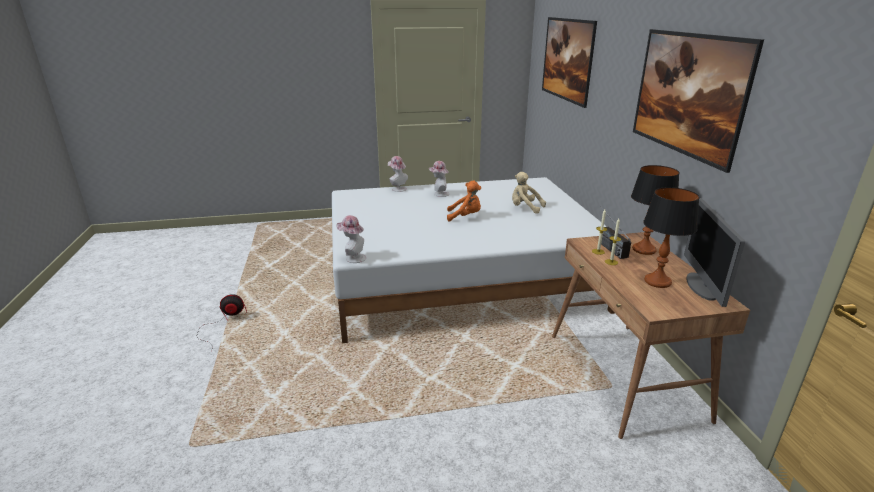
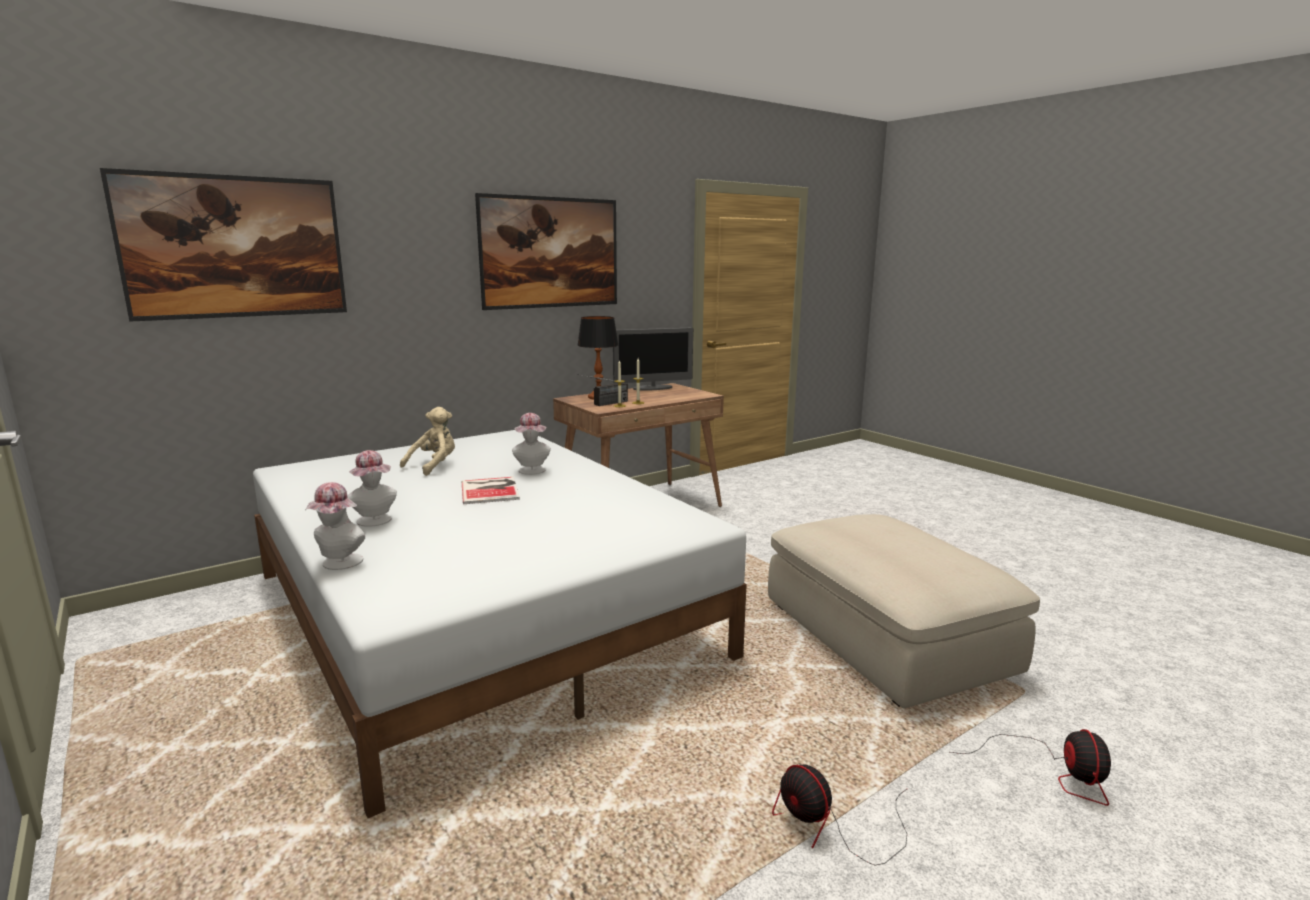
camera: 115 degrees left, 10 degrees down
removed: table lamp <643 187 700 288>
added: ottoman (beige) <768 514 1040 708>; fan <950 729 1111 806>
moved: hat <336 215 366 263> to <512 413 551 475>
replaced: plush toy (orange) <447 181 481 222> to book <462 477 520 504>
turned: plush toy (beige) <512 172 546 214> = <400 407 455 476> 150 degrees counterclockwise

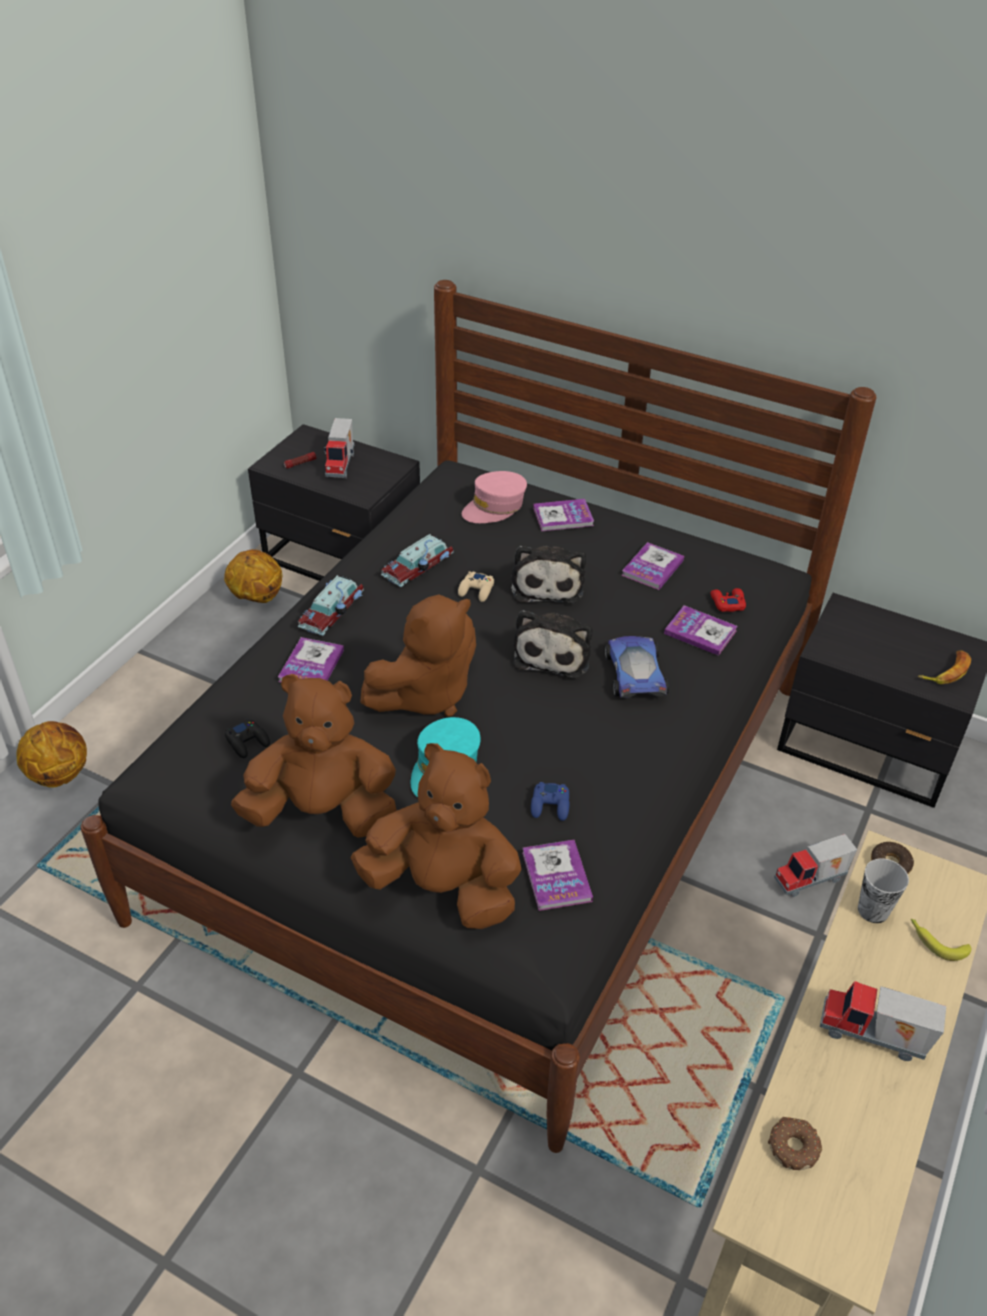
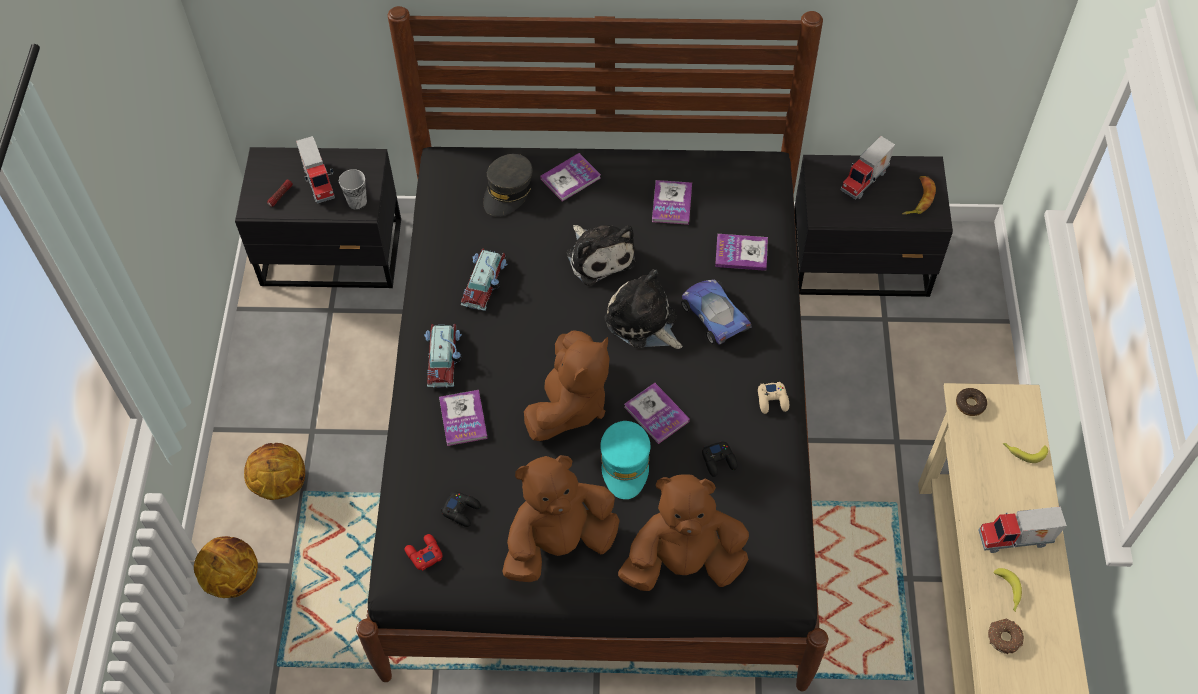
camera: 25 degrees left, 15 degrees up
added: banana <993 568 1022 612>
moved: basketball <224 549 282 603> to <244 443 305 500>; game controller (beige) <458 571 494 602> to <758 382 789 414>; book <522 840 593 911> to <624 383 690 444>; game controller (red) <711 588 746 612> to <405 534 443 571>; toy truck <774 834 857 897> to <841 136 895 200>; cup <858 858 909 923> to <339 169 367 210>
recoloured: cap (pink) <462 471 527 523> to cap (grey) <483 154 533 217>; game controller (blue) <531 782 570 821> to game controller (black) <702 441 737 477>
turned: plush toy <513 610 592 679> = <605 269 682 349> 150 degrees clockwise

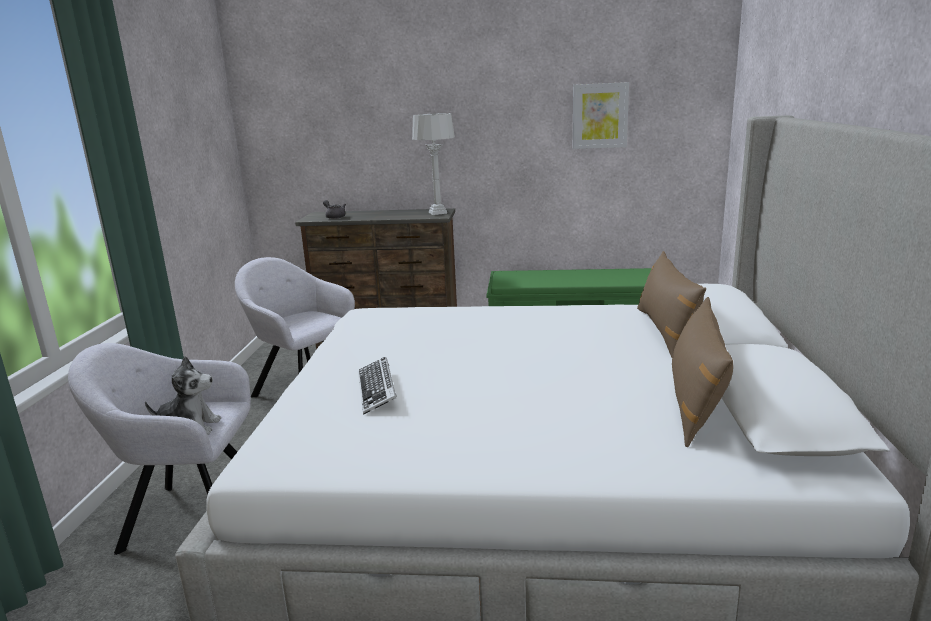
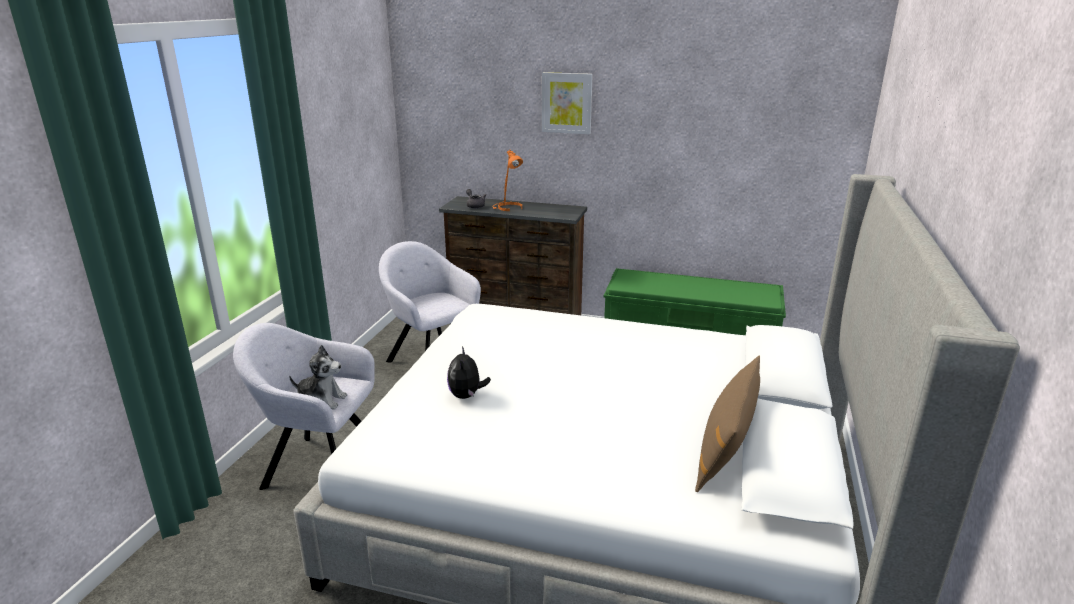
camera: 10 degrees right, 5 degrees up
removed: table lamp (grey) <412 113 455 215>; pillow (brown) <637 251 706 358>
added: table lamp (orange) <493 150 523 211>
moved: picture <573 82 629 149> to <542 72 593 134>
replaced: keyboard <358 357 397 415> to plush toy <447 346 491 399>

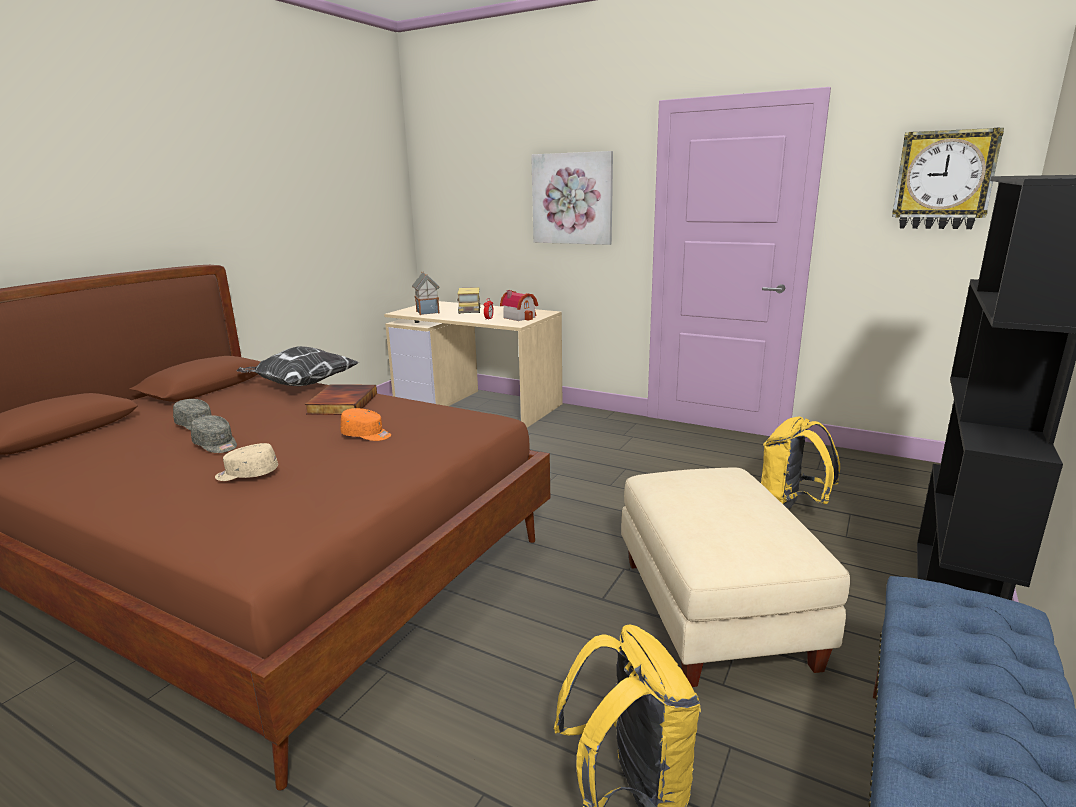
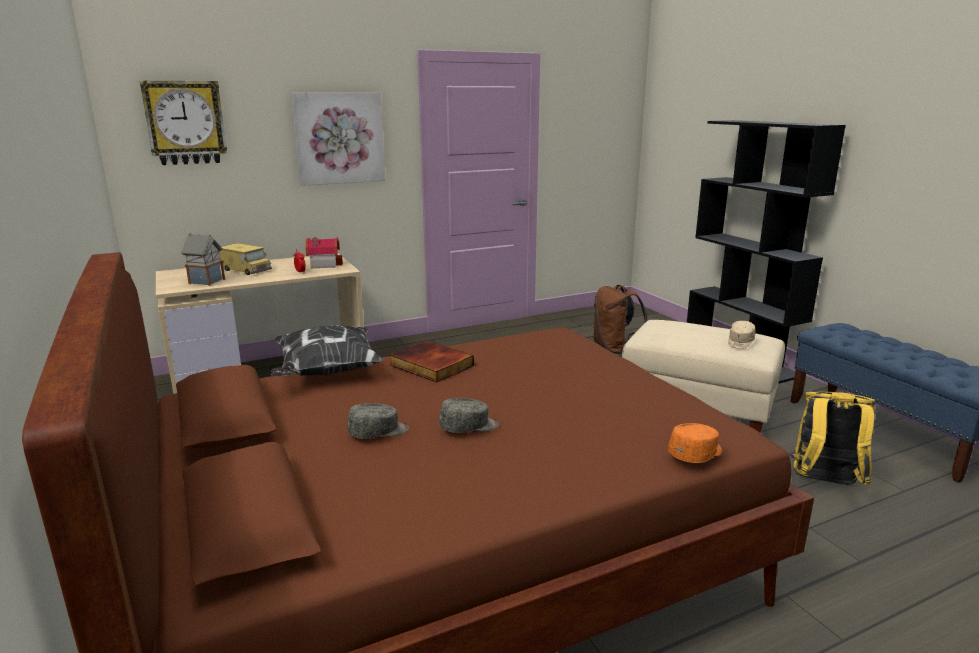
camera: 55 degrees left, 0 degrees up
moved: cap (beige) <215 443 278 481> to <728 321 755 349>; cap (orange) <340 408 391 441> to <668 423 722 463>; wall clock <892 128 1004 229> to <140 80 227 165>
recoloured: backpack (yellow) <761 417 840 510> to backpack (brown) <593 285 647 354>

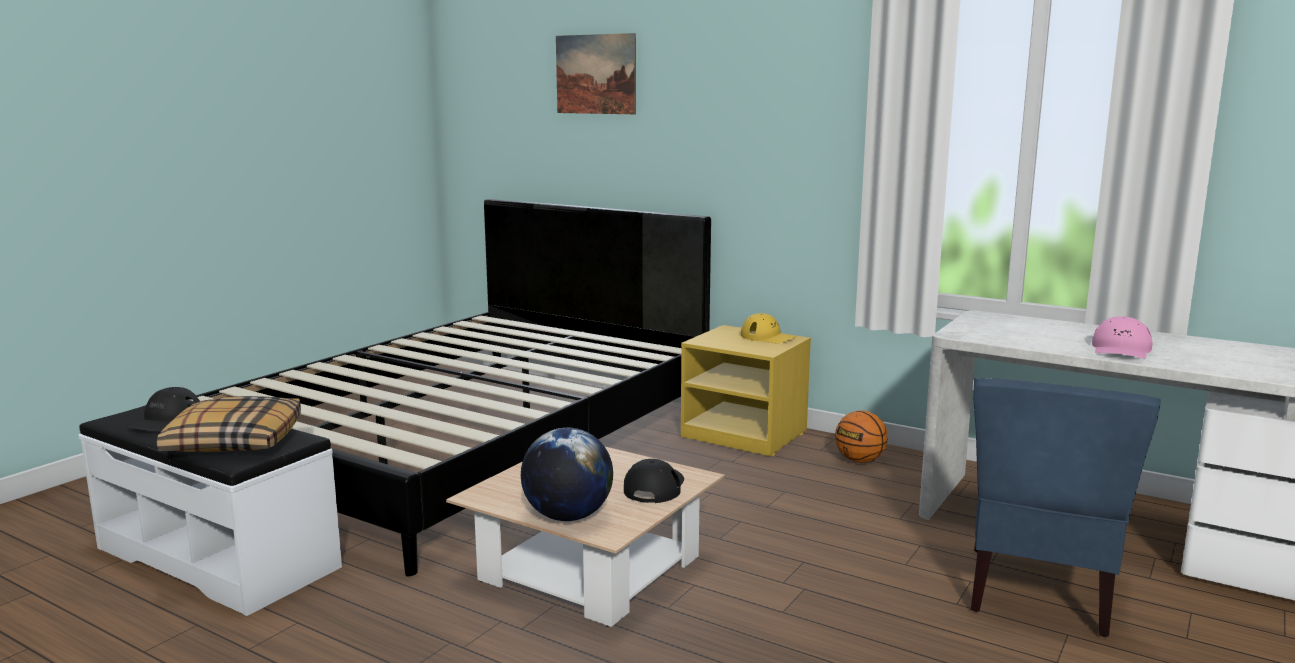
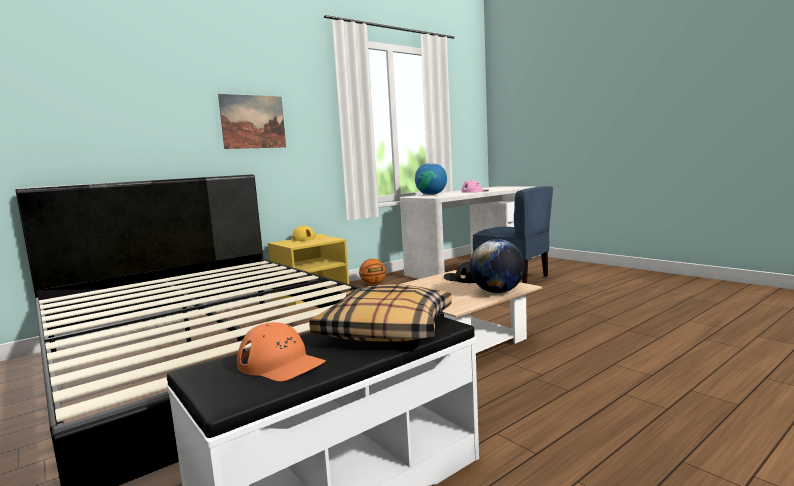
camera: 70 degrees left, 5 degrees down
added: globe <415 163 447 195>
moved: picture <556 33 636 114> to <218 94 286 149>
recoloured: cap (black) <126 387 200 432> to cap (orange) <237 322 326 382>

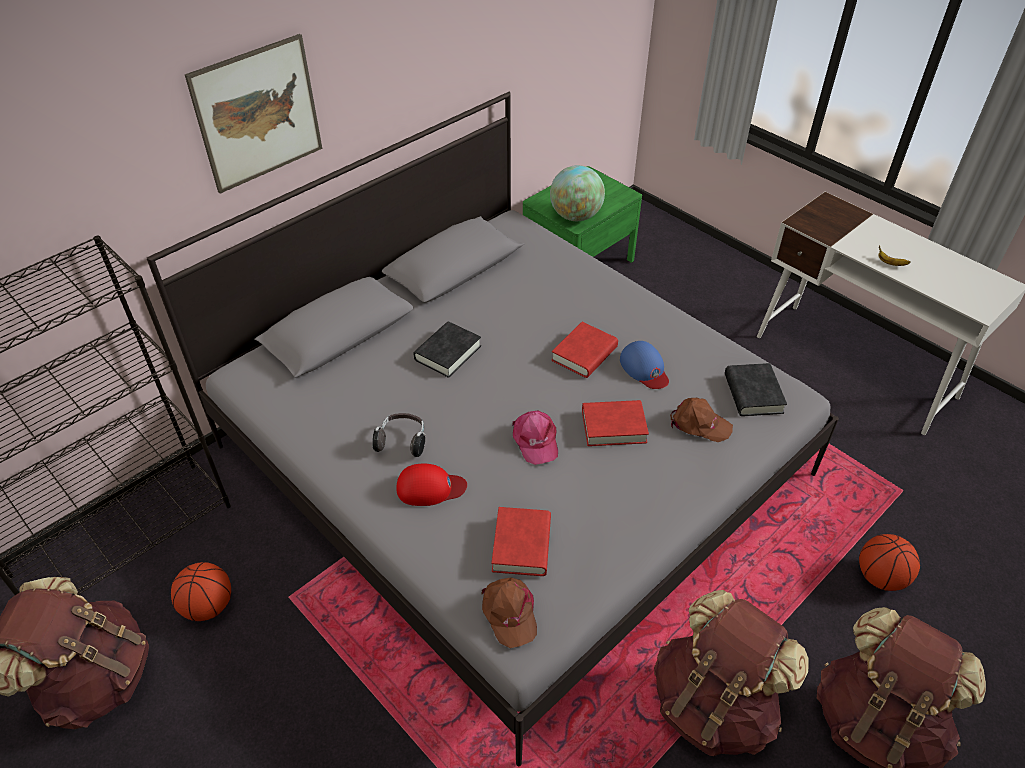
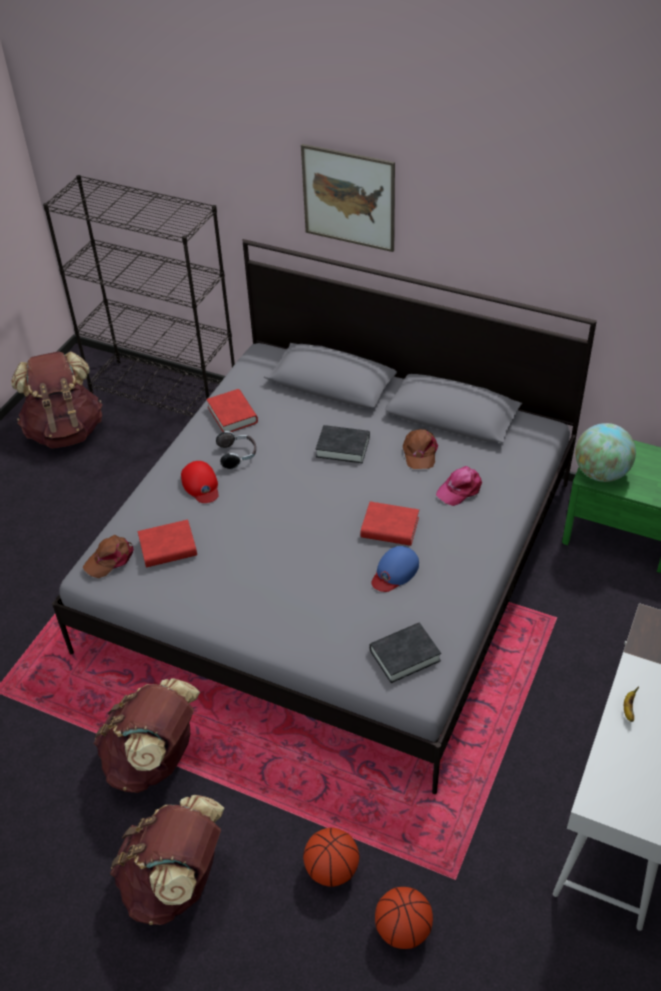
camera: 70 degrees right, 0 degrees up
moved: basketball <171 562 231 621> to <375 887 433 949>; cap (pink) <512 410 558 465> to <436 466 482 506>; book (red) <582 400 649 446> to <207 389 258 432>; cap (brown) <670 398 733 442> to <403 429 438 469>

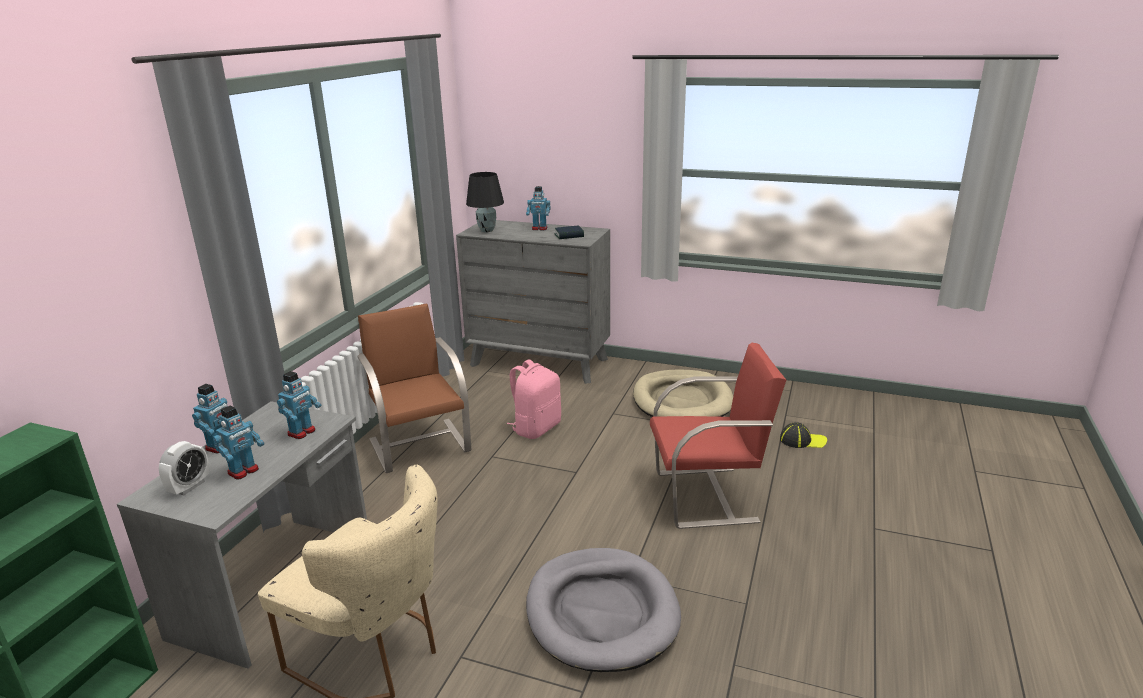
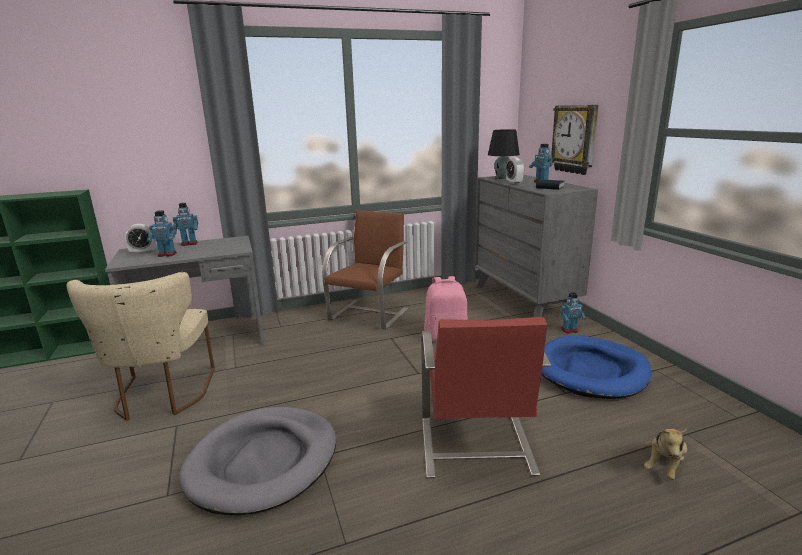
camera: 50 degrees right, 5 degrees down
added: alarm clock <506 158 524 185>; wall clock <551 105 598 175>
moved: toy robot <277 371 322 439> to <560 292 586 333>
replaced: cap <780 422 827 448> to plush toy <644 429 687 480>
recoloured: dog bed (beige) <633 369 733 417> to dog bed (blue) <541 335 652 399>
turned: chair (red) <650 343 786 529> = <421 317 551 478> 45 degrees clockwise

